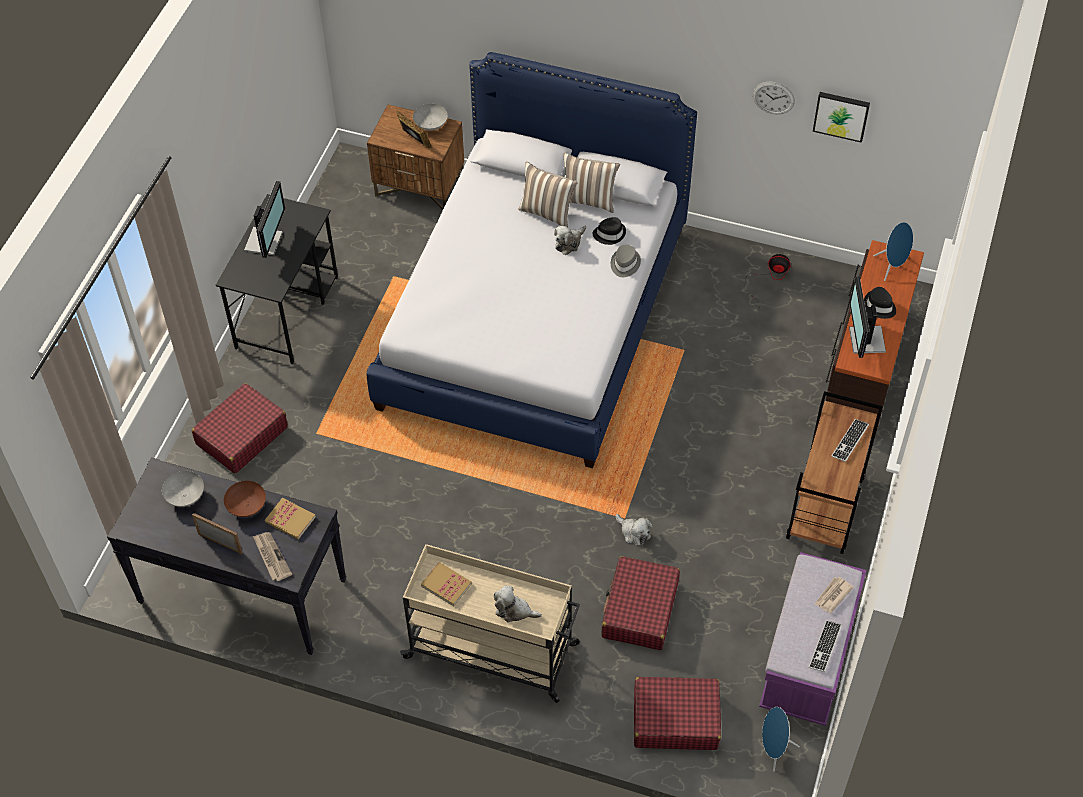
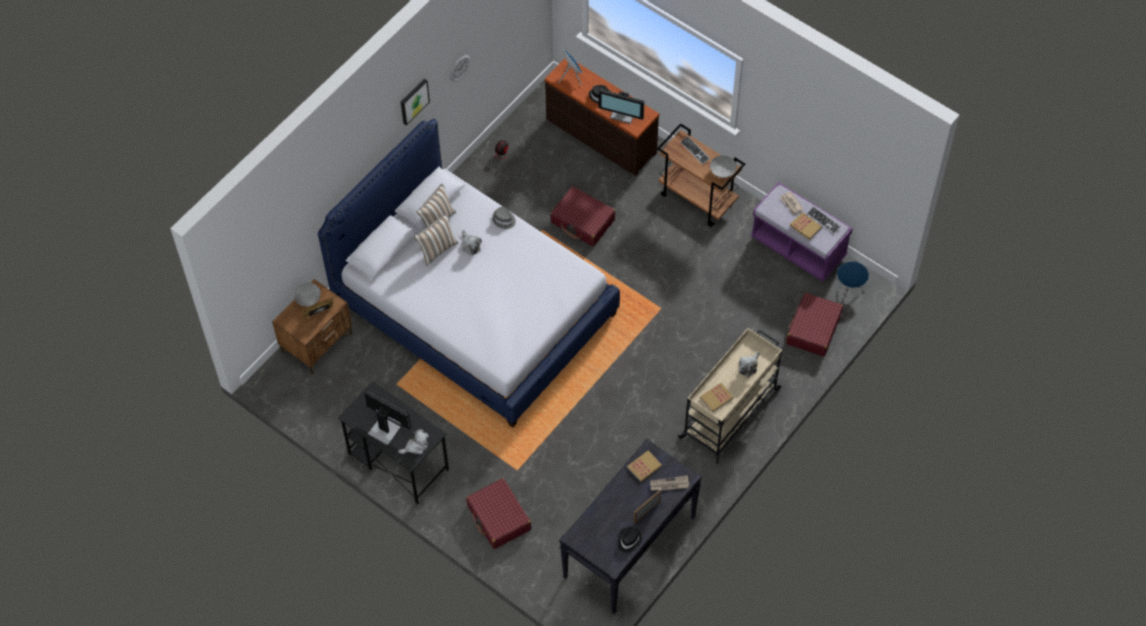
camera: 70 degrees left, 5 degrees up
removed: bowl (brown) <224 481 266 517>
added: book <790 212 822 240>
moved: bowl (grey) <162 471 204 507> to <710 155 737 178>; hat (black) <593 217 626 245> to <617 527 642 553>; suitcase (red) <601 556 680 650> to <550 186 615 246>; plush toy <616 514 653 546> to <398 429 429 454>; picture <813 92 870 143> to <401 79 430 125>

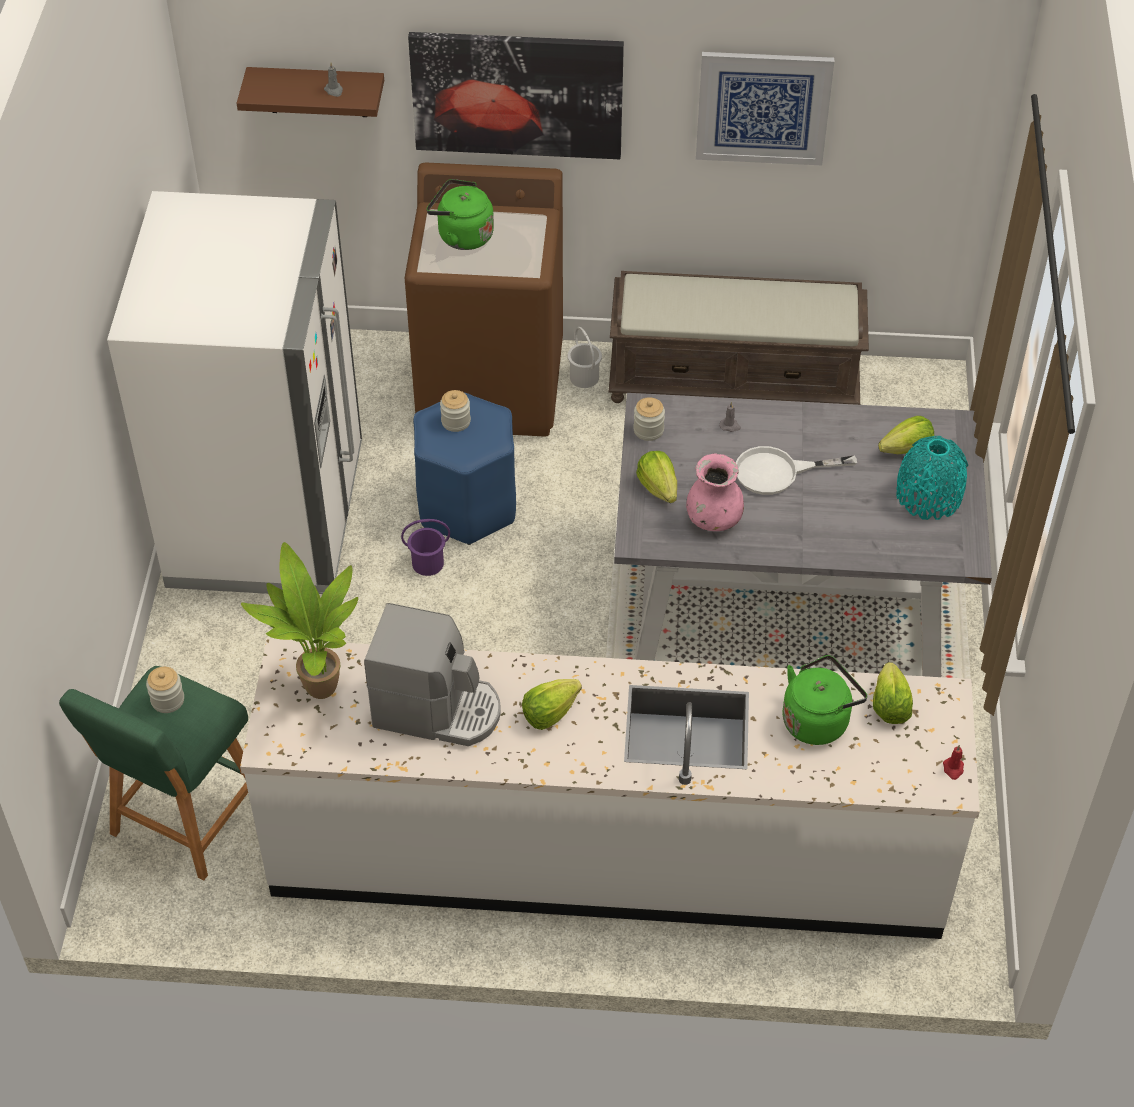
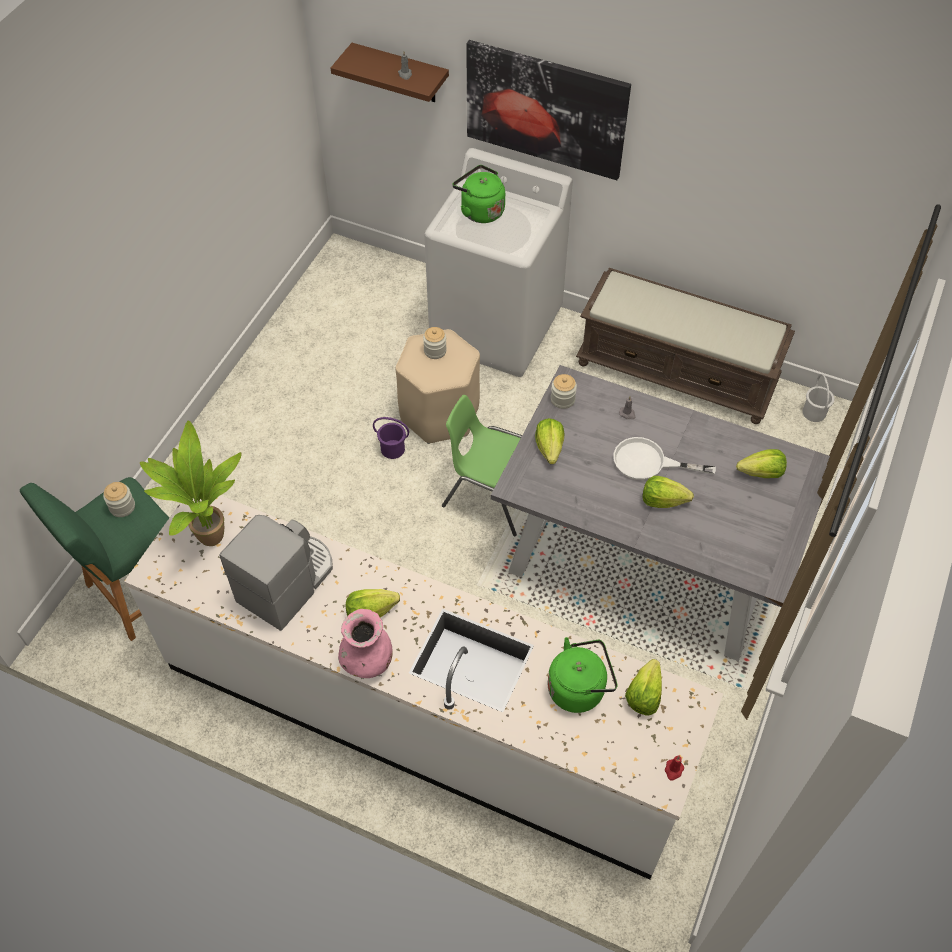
camera: 20 degrees right, 5 degrees up
removed: fridge (white) <107 191 362 594>; picture <696 52 834 165>; vase (turquoise) <896 436 968 520>
added: chair (green) <442 395 522 536>; lettuce <642 476 694 508>
moved: bucket (white) <567 327 602 388> to <802 374 834 422>; vase (pink) <686 453 744 531> to <338 609 393 678>
recoloured: washing machine (brown) <405 162 563 437> to washing machine (white) <424 148 573 377>; stool (blue) <413 392 516 545> to stool (beige) <396 329 480 444>
turned: coffee machine <364 603 501 746> = <220 515 333 631> 90 degrees counterclockwise

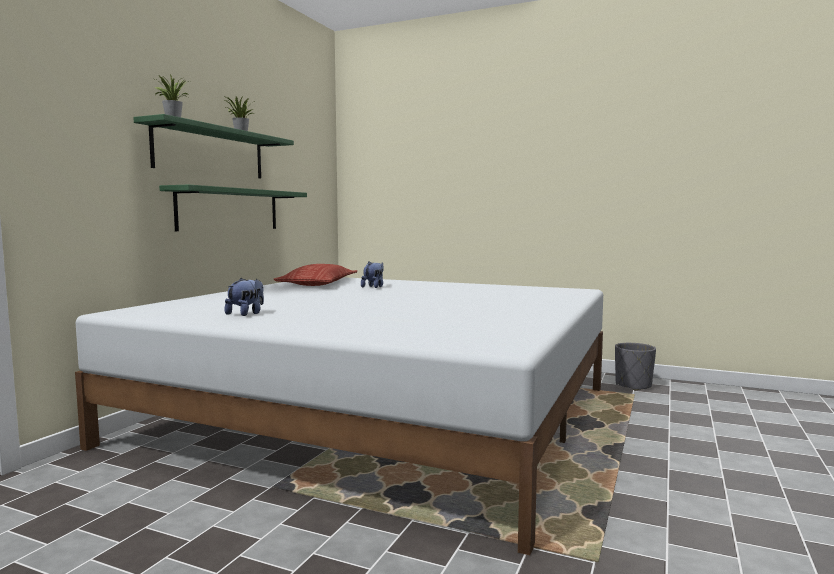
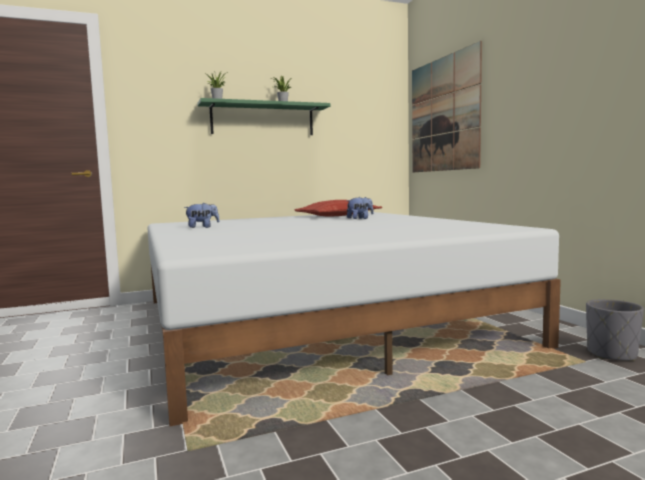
camera: 45 degrees right, 0 degrees up
removed: shelf (green) <159 184 307 231>
added: picture <412 41 482 172>

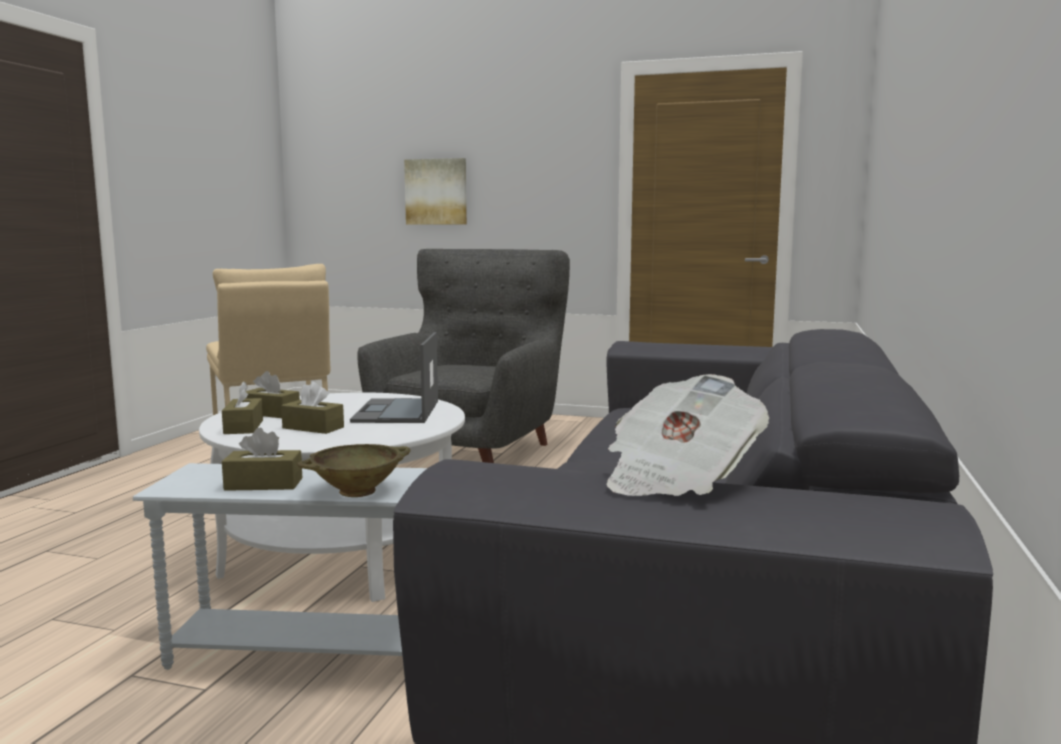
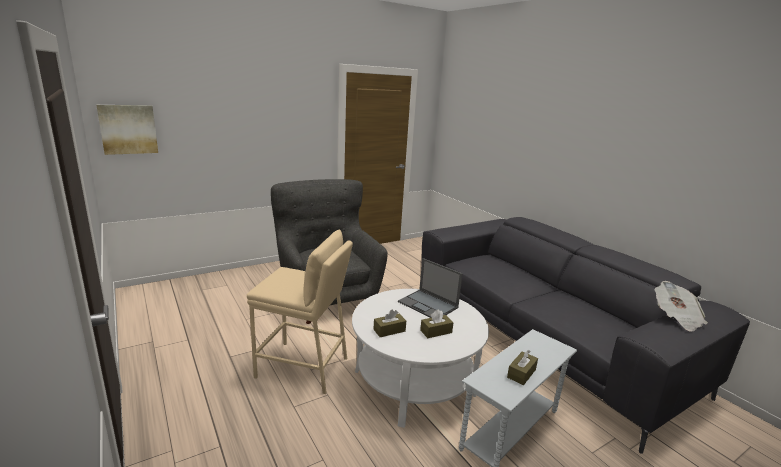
camera: 50 degrees left, 10 degrees up
removed: tissue box (brown) <222 381 263 434>; bowl (beige) <297 444 410 497>
moved: picture <404 158 467 224> to <96 105 158 155>

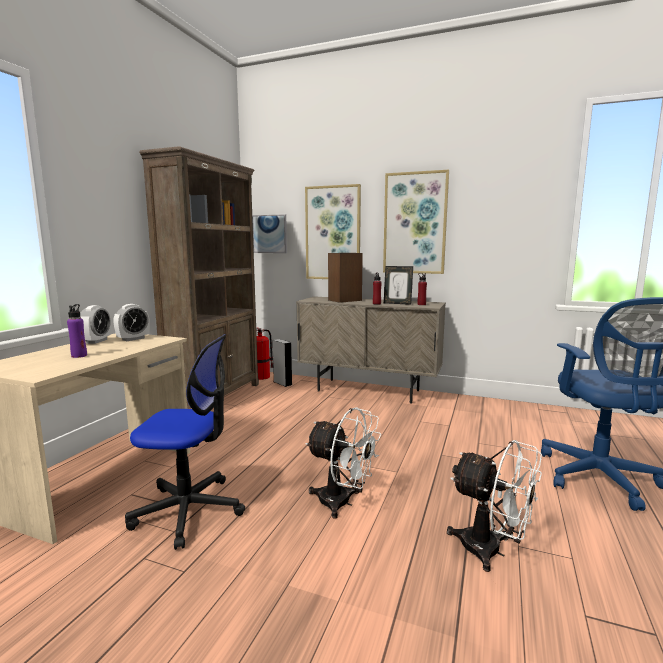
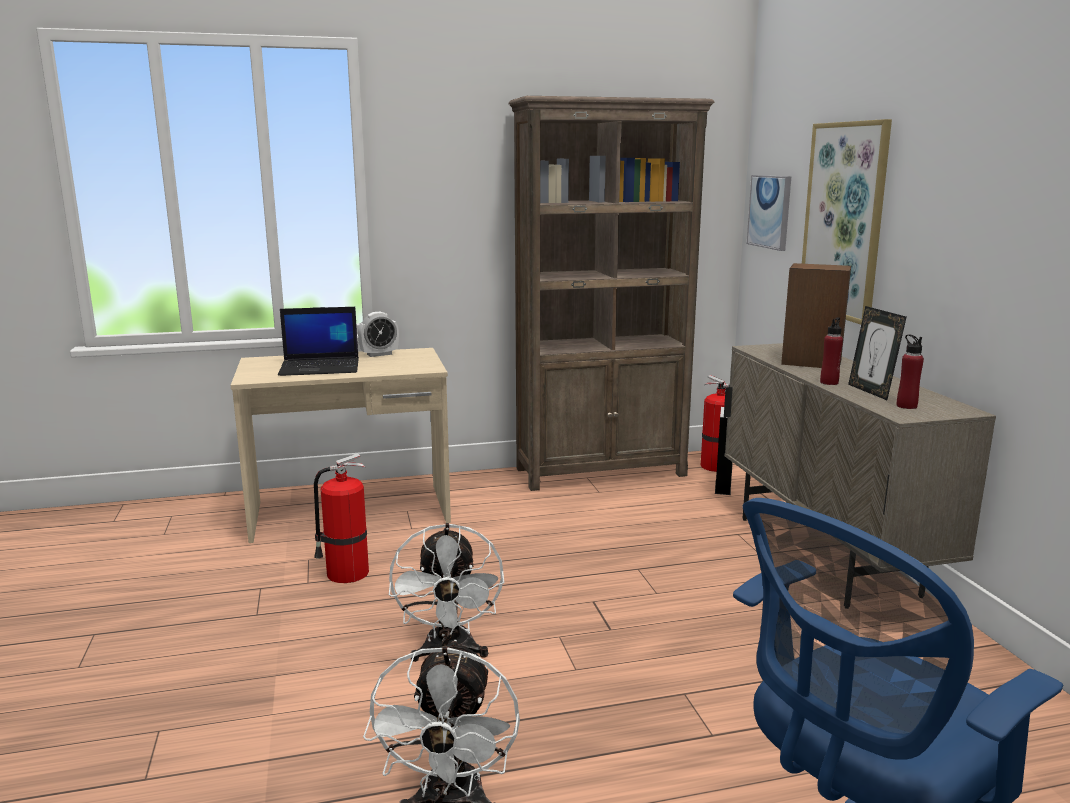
camera: 55 degrees right, 5 degrees up
removed: alarm clock <114 304 150 341>; picture <383 170 449 274>
replaced: bottle (purple) <67 304 87 358> to laptop <278 307 359 376>; office chair <125 334 245 550> to fire extinguisher <314 453 369 583>

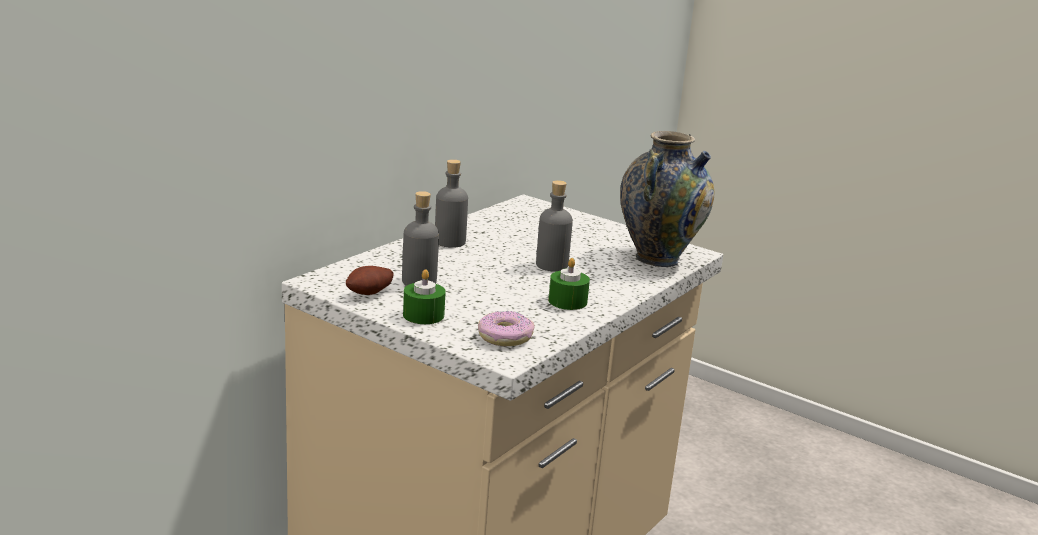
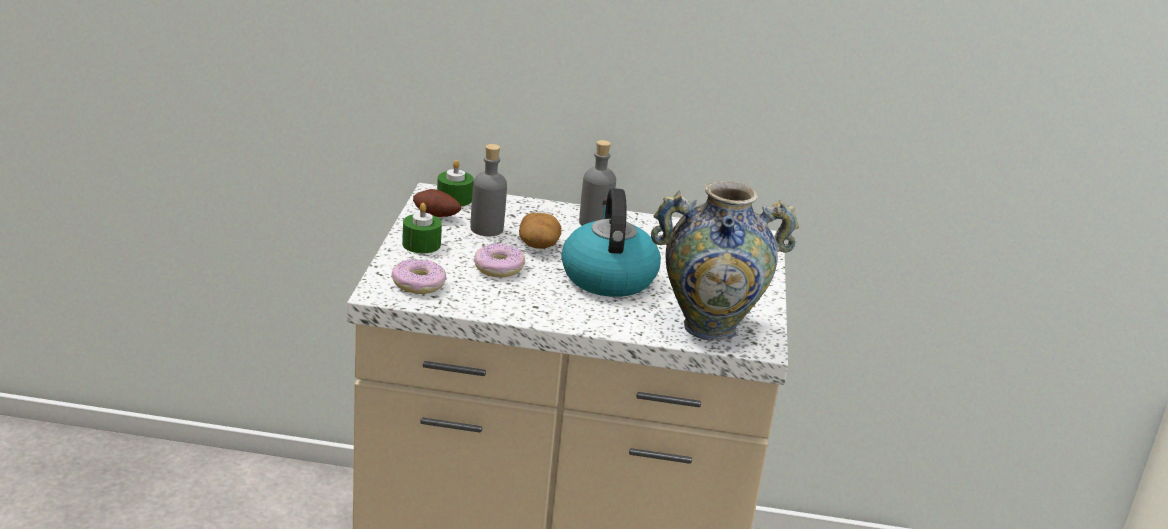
camera: 60 degrees right, 5 degrees up
added: donut <473 243 525 278>; potato <519 213 561 249>
moved: candle (green) <548 258 590 310> to <437 160 474 207>
replaced: bottle (grey) <536 180 573 272> to kettle <561 188 661 297>

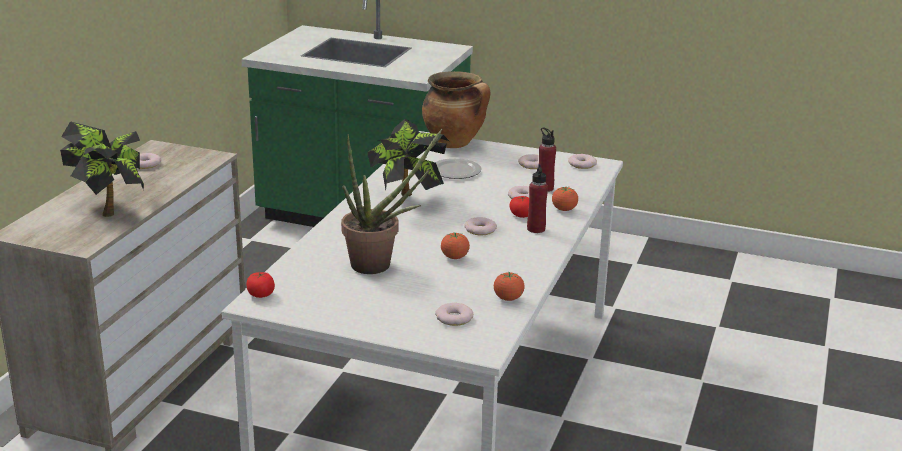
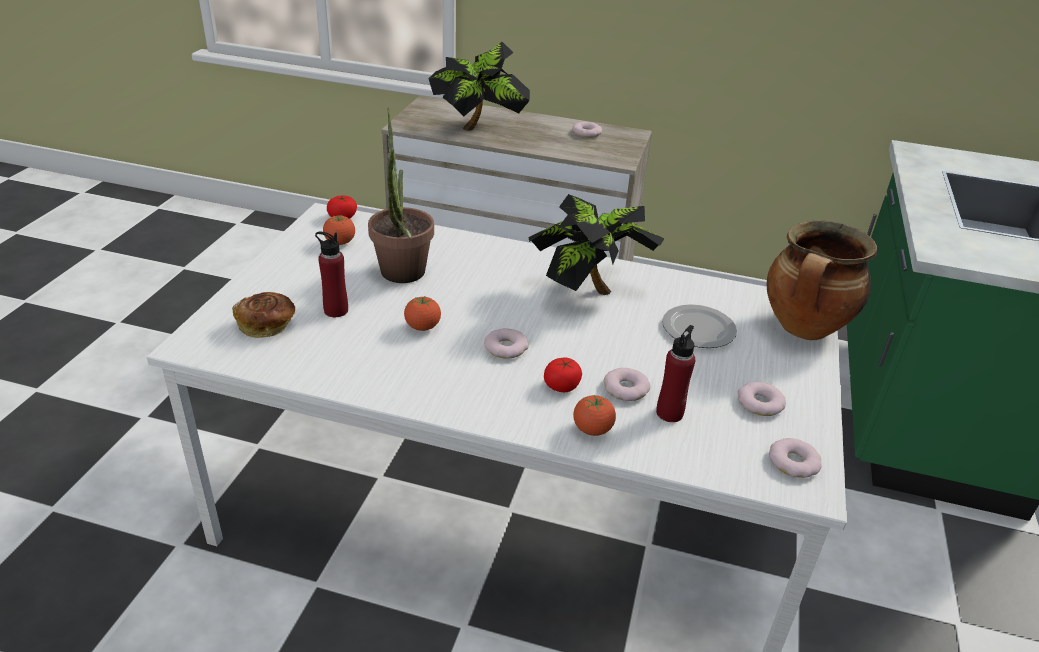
camera: 85 degrees right, 10 degrees up
moved: tomato <494 272 525 301> to <323 215 355 245>; bottle (red) <527 164 548 233> to <315 232 348 317>
replaced: donut <435 303 473 326> to bread <232 292 295 338>

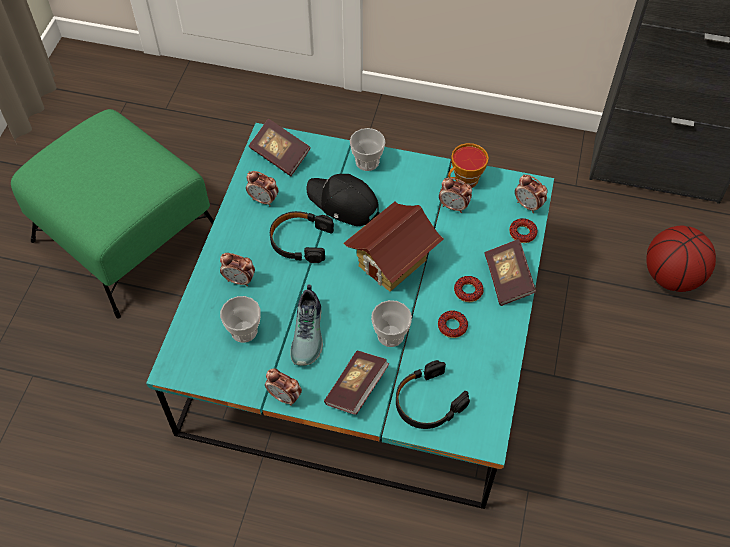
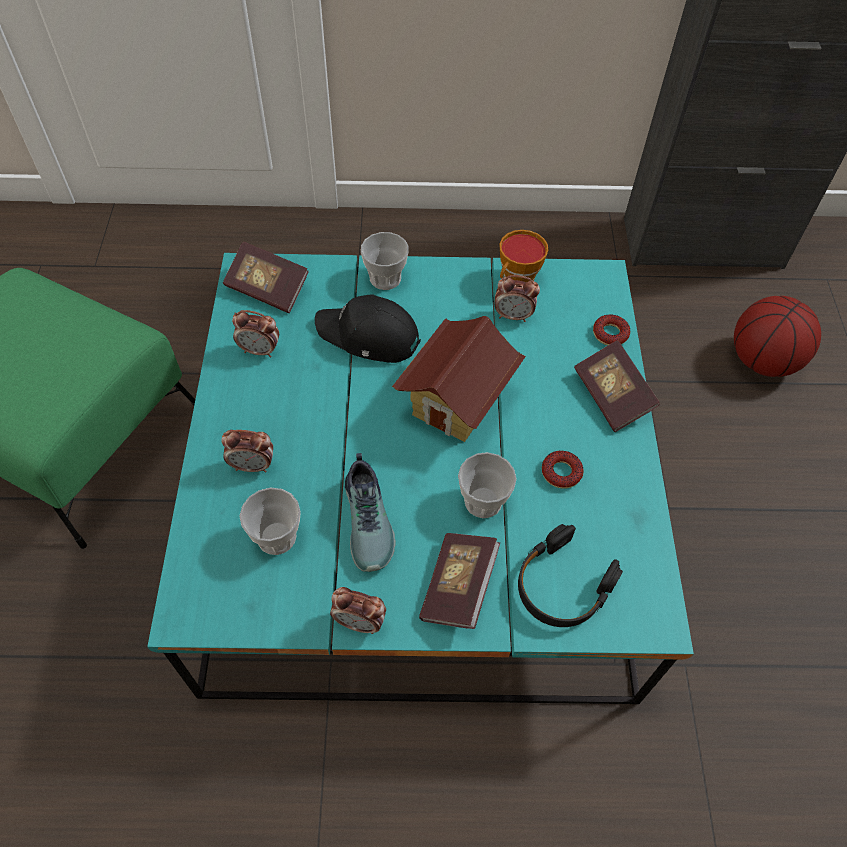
camera: 15 degrees left, 0 degrees up
removed: headphones (black) <270 211 334 263>; donut <454 276 484 302>; alarm clock <515 174 547 213>

